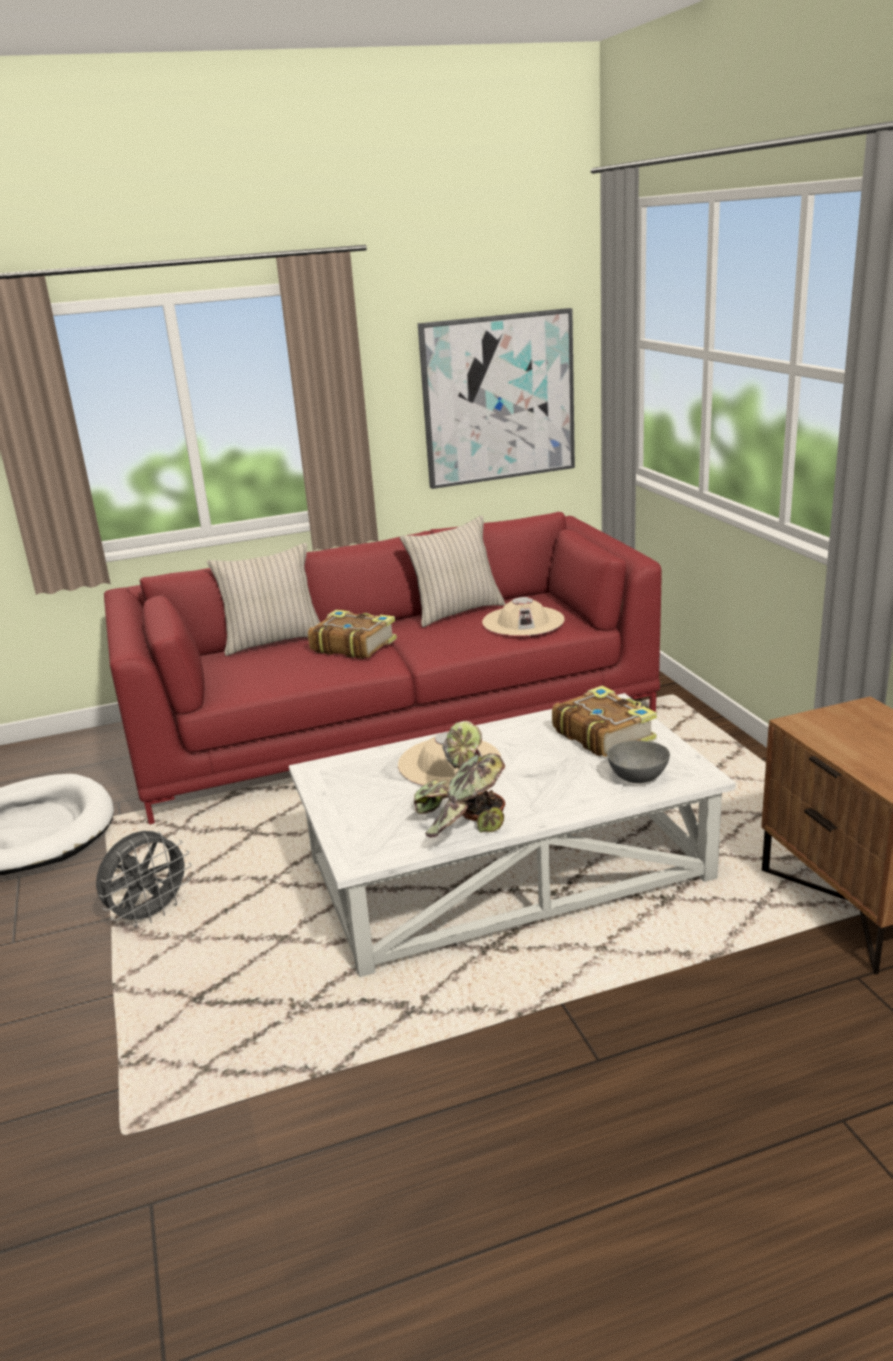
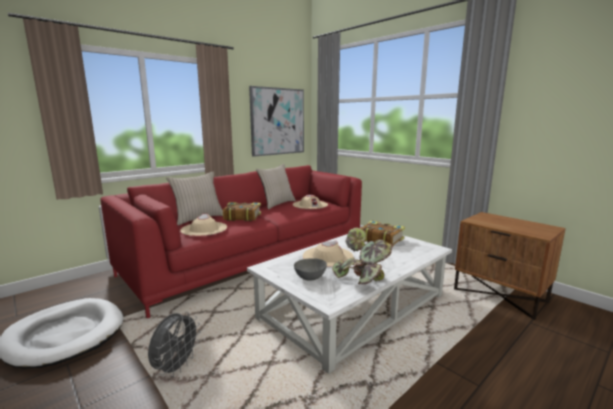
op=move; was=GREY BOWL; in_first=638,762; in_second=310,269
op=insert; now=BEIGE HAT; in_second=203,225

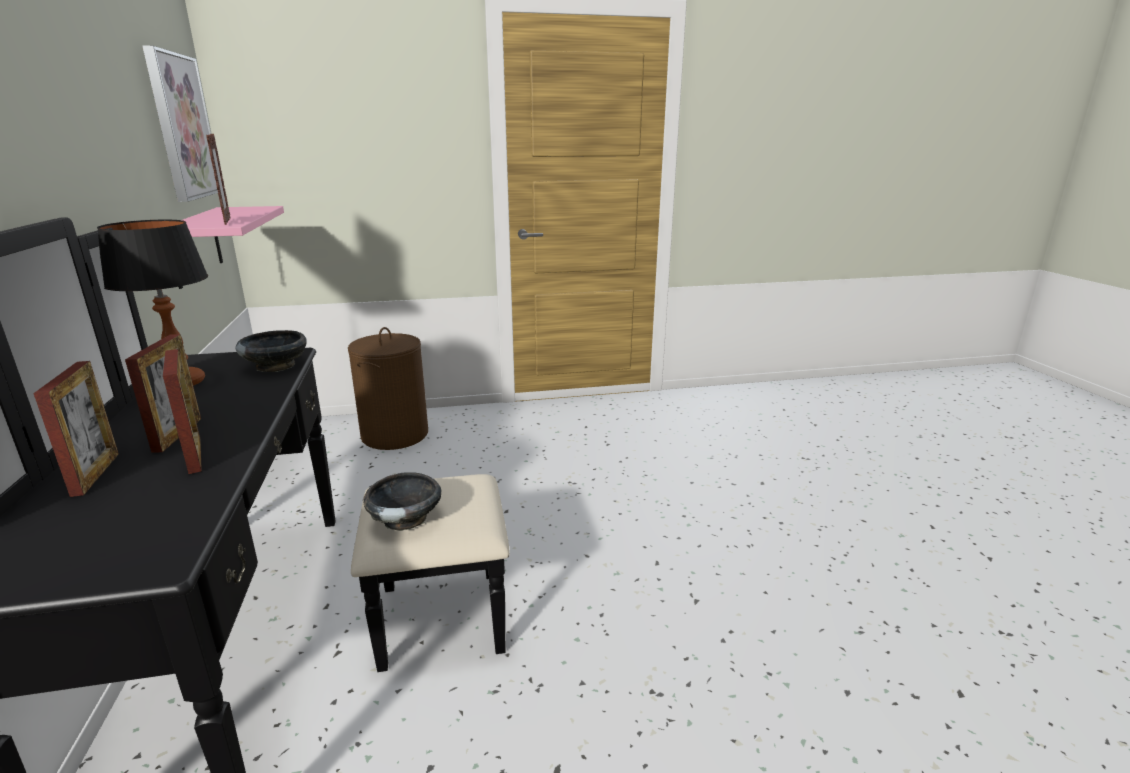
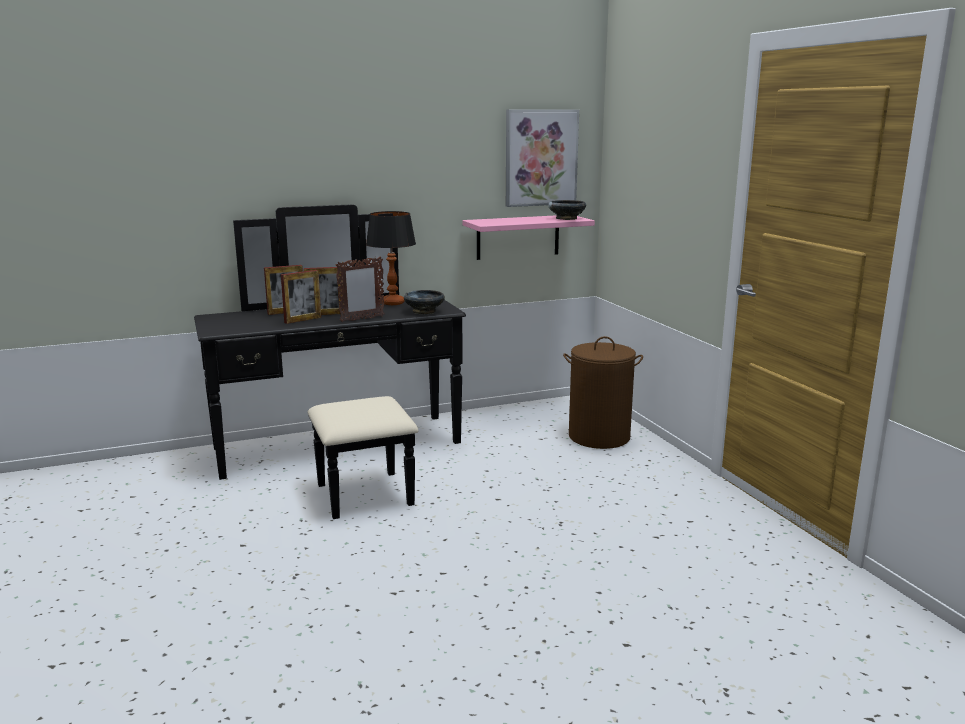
op=move; was=PICTURE FRAME; in_first=218,179; in_second=360,289
op=move; was=BLACK BOWL; in_first=402,501; in_second=567,210

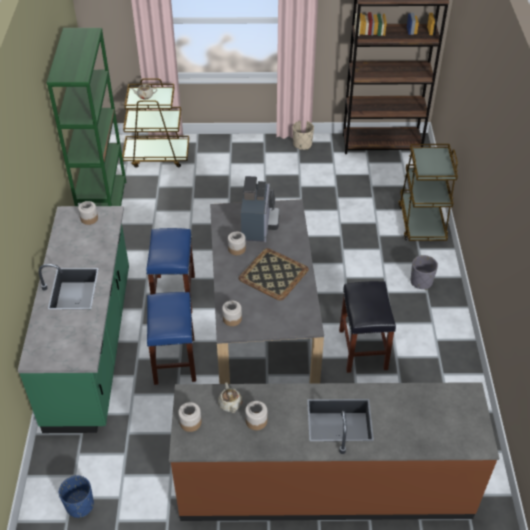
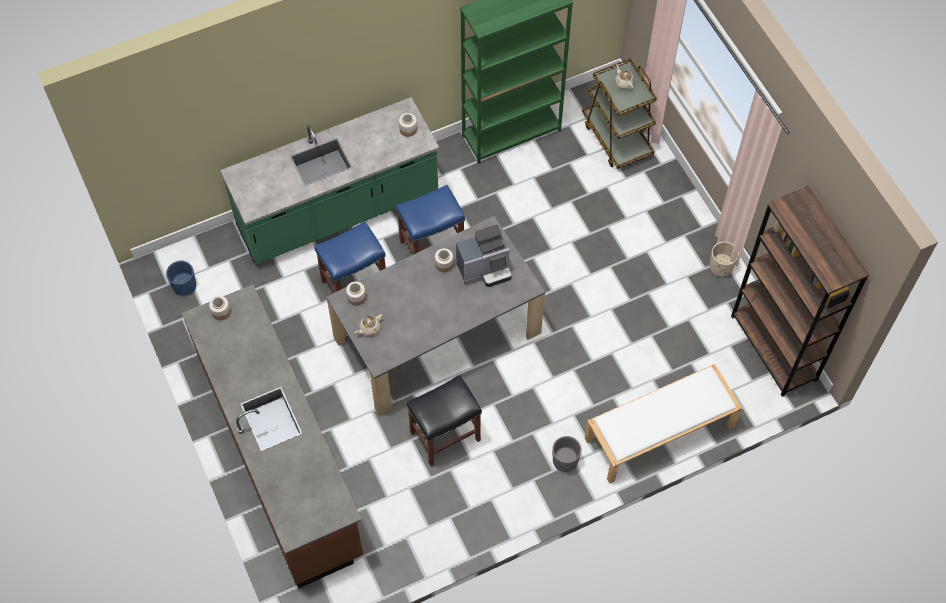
op=replace; was=BROWN CART; now=WHITE BENCH; in_first=428,192; in_second=663,424
op=delete; was=TRAY; in_first=274,274
op=move; was=BEIGE TEAPOT; in_first=230,398; in_second=368,325
op=delete; was=JAR; in_first=256,415

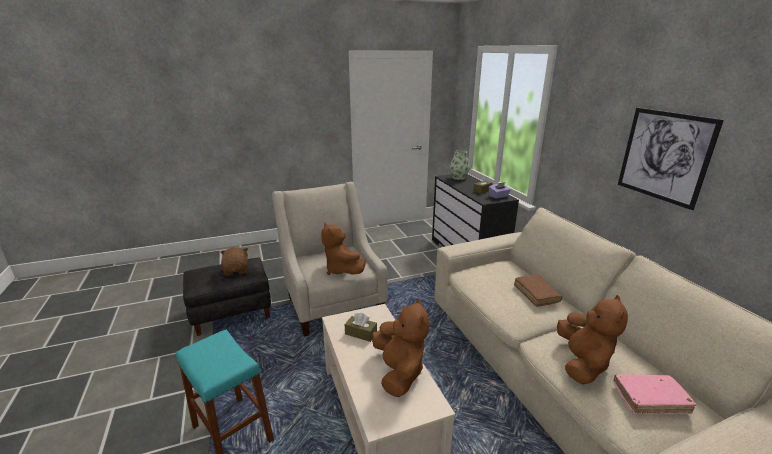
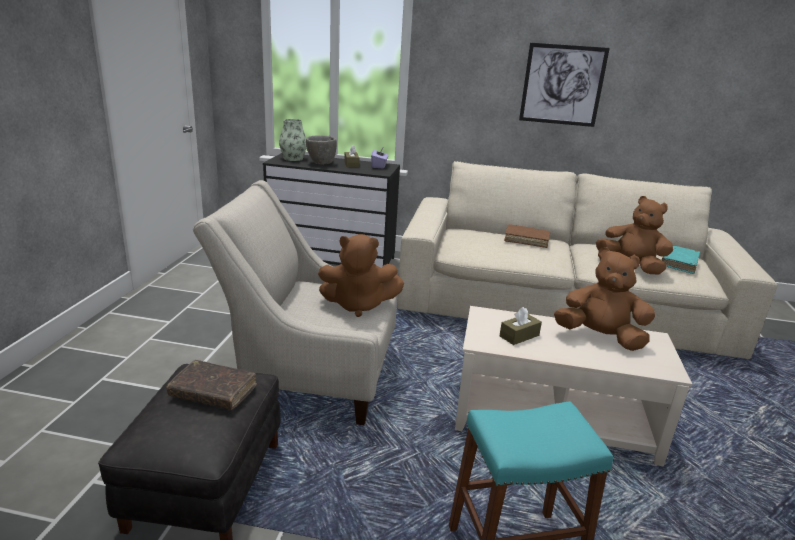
op=replace; was=BROWN PLUSH TOY; now=BROWN BOOK; in_first=234,261; in_second=211,385
op=recolor; was=PINK BOOK; now=TURQUOISE BOOK; in_first=654,394; in_second=681,260
op=insert; now=GREY BOWL; in_second=321,150

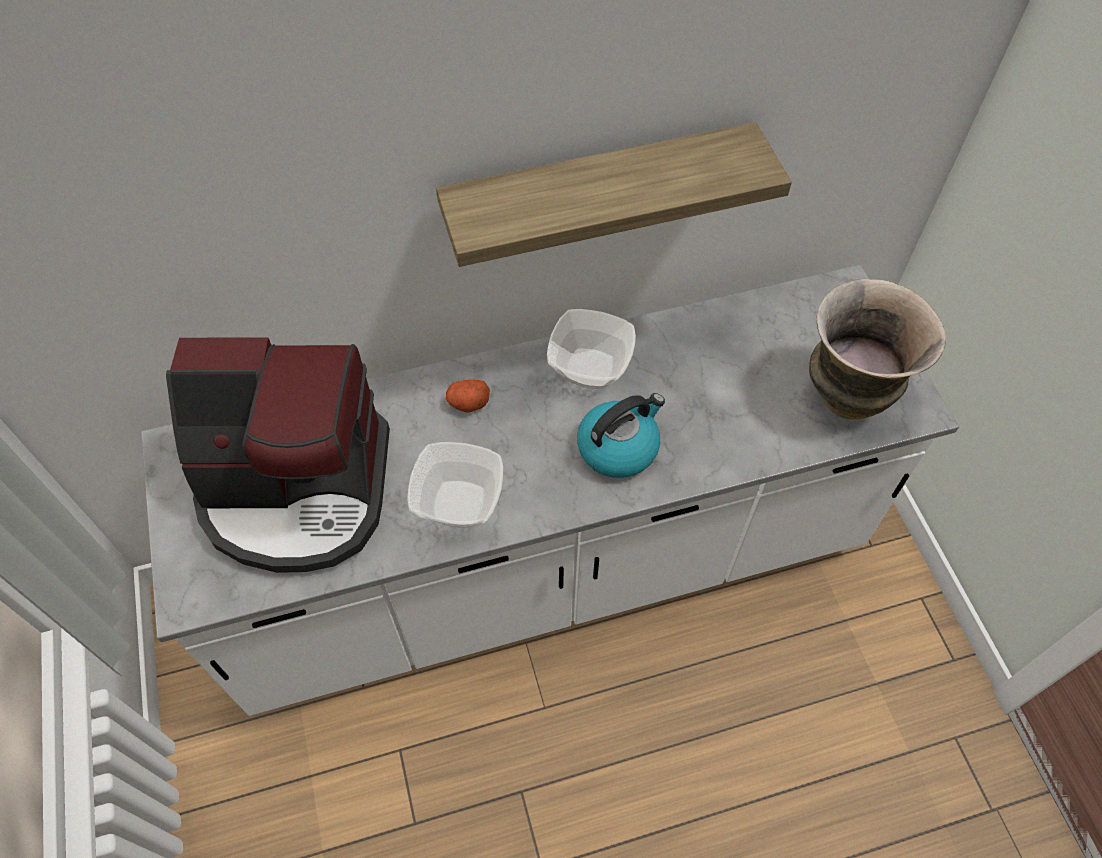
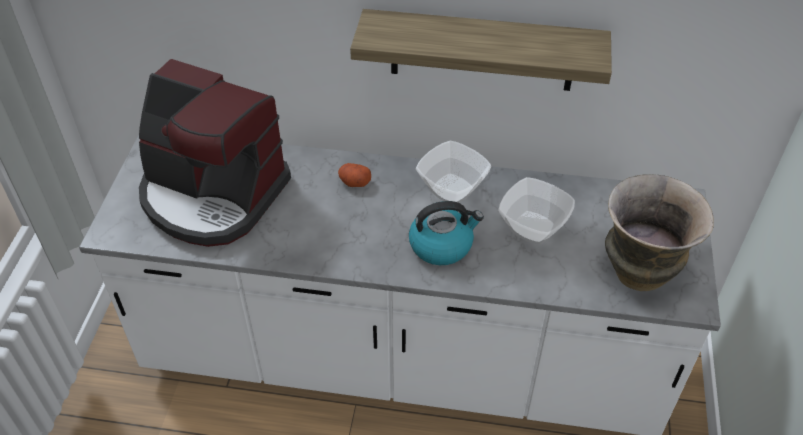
op=move; was=BOWL; in_first=455,485; in_second=536,210

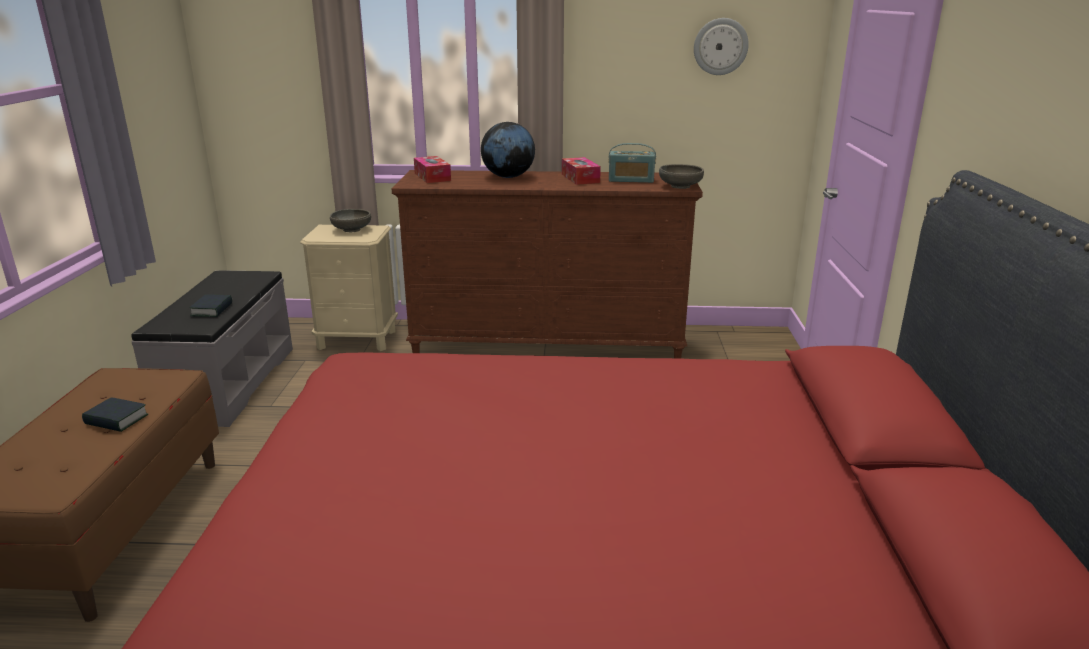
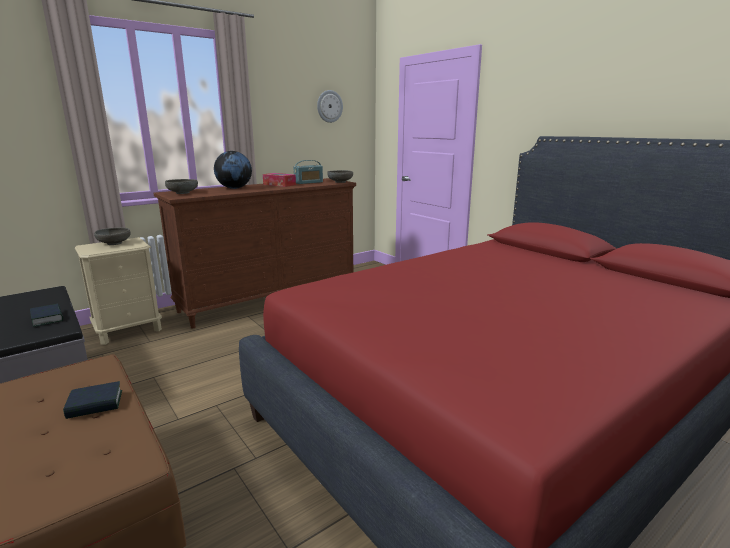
op=replace; was=TISSUE BOX; now=GREY BOWL; in_first=432,169; in_second=181,186

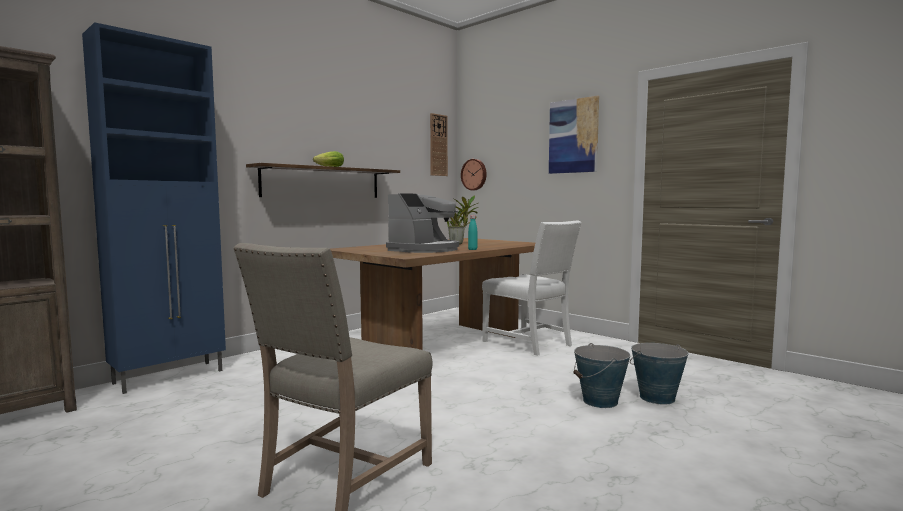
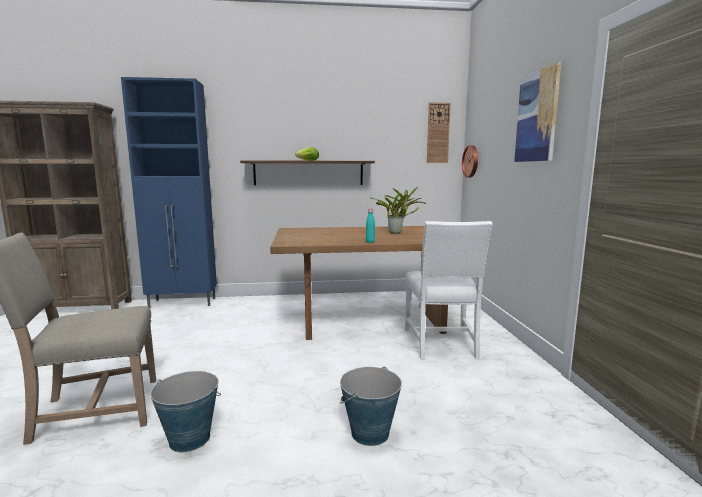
op=delete; was=COFFEE MACHINE; in_first=422,223
op=move; was=BUCKET; in_first=659,374; in_second=185,411

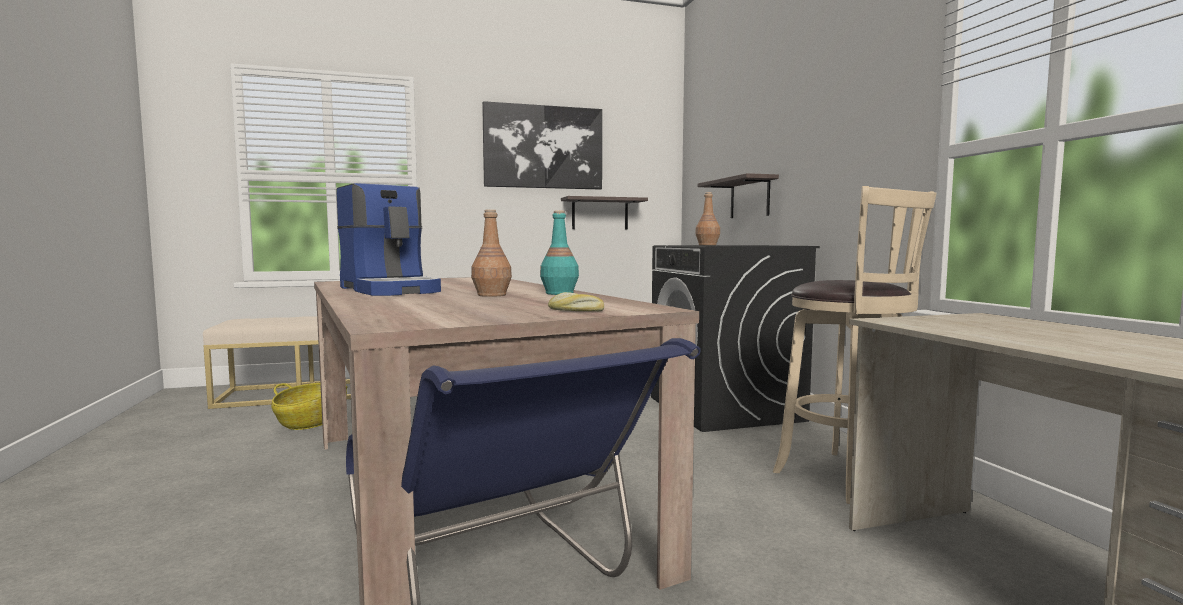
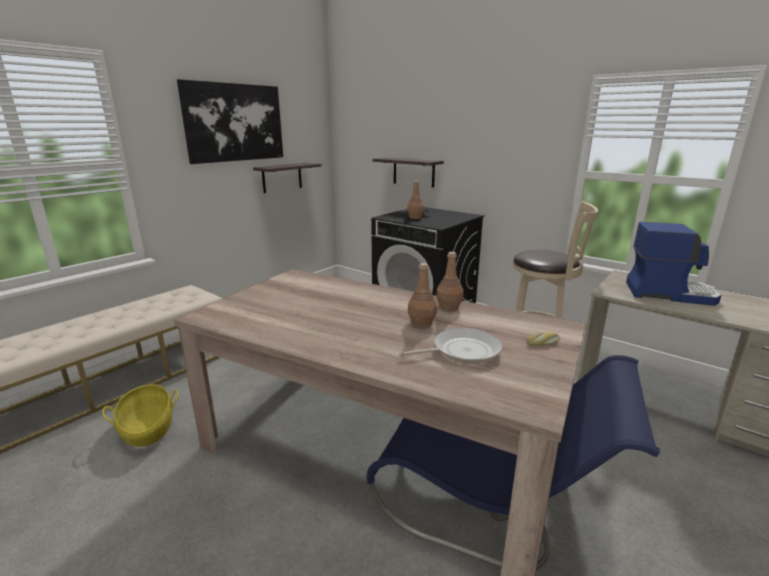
op=move; was=COFFEE MACHINE; in_first=388,239; in_second=674,264
op=recolor; was=TURQUOISE BOTTLE; now=BROWN BOTTLE; in_first=559,252; in_second=450,281
op=insert; now=FRYING PAN; in_second=450,346

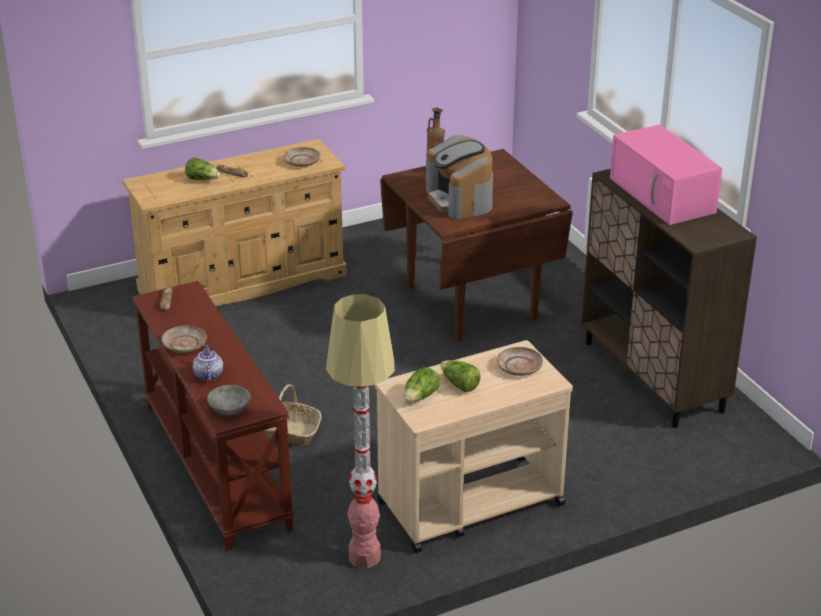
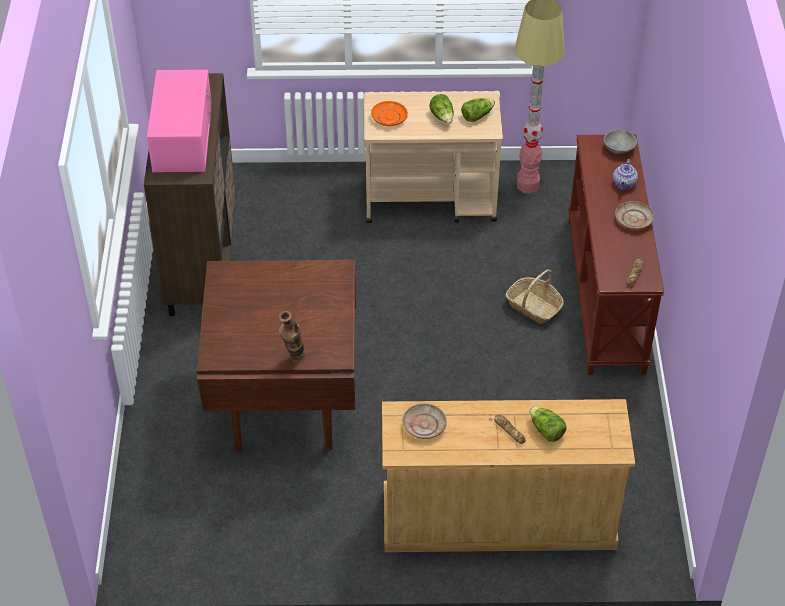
op=delete; was=COFFEE MACHINE; in_first=459,177
op=recolor; was=BEIGE PLATE; now=ORANGE PLATE; in_first=520,361; in_second=389,113

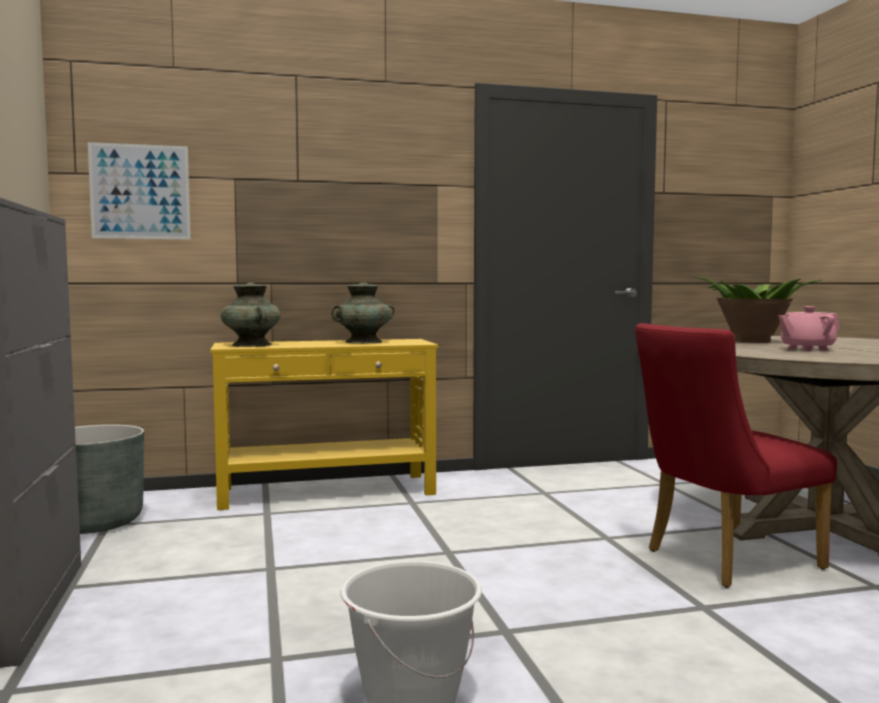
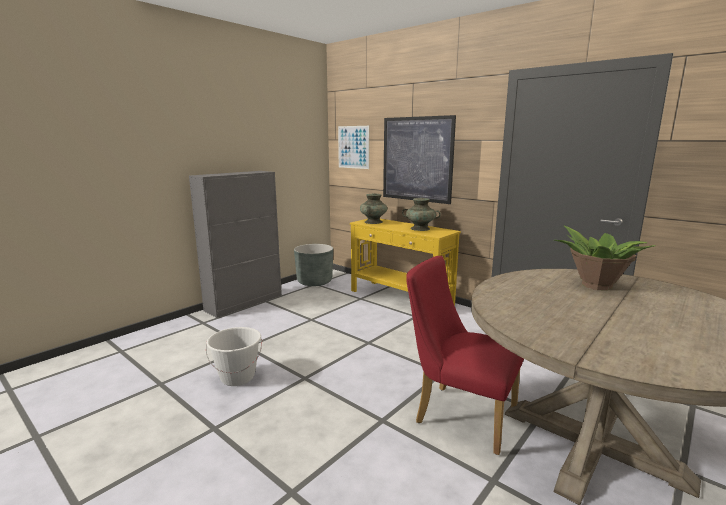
op=delete; was=PINK TEAPOT; in_first=809,328
op=insert; now=PICTURE; in_second=419,159

